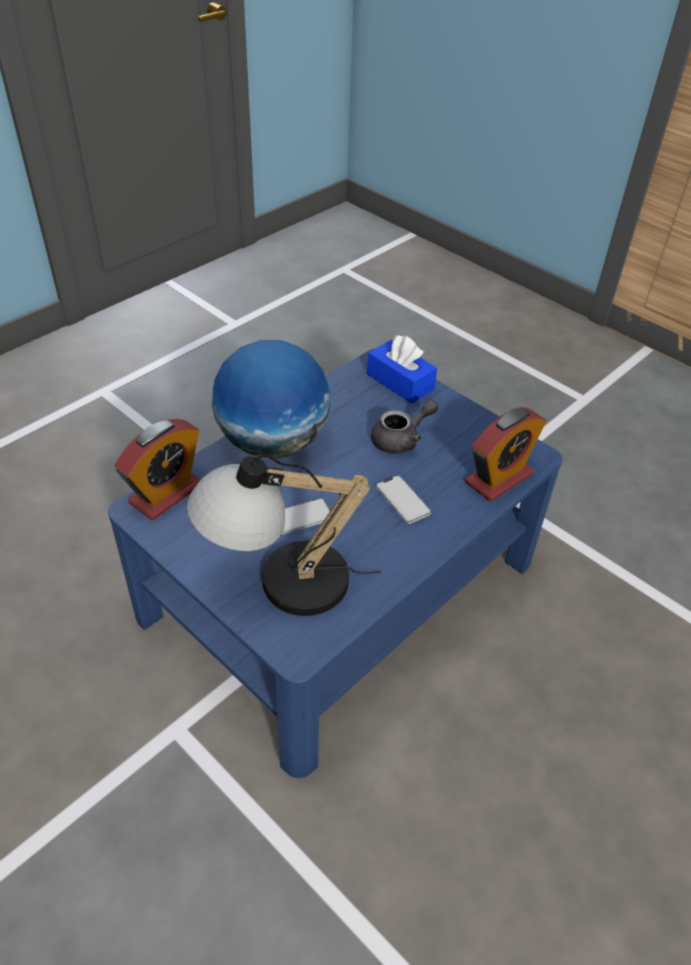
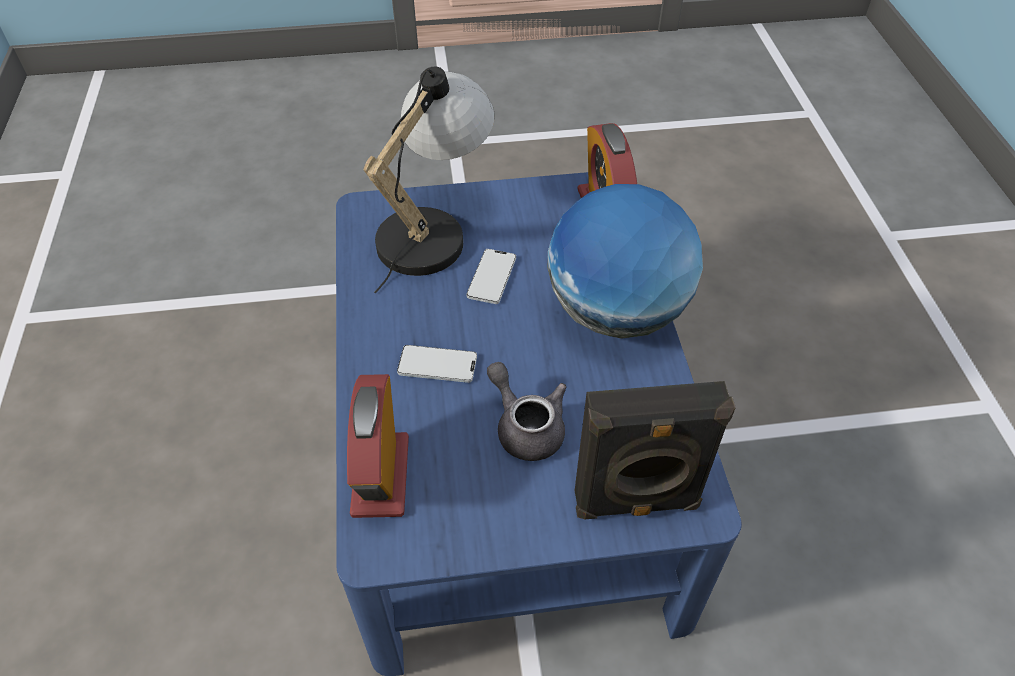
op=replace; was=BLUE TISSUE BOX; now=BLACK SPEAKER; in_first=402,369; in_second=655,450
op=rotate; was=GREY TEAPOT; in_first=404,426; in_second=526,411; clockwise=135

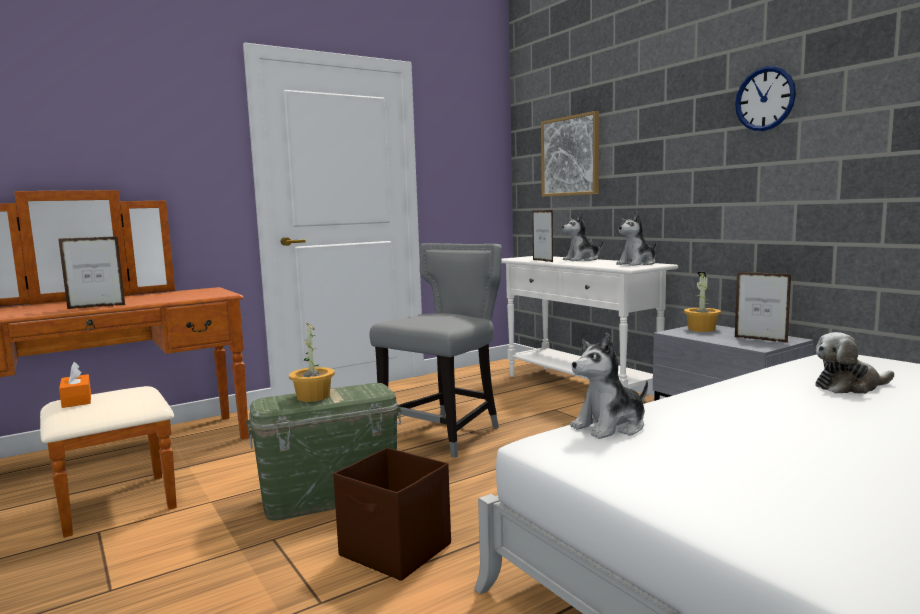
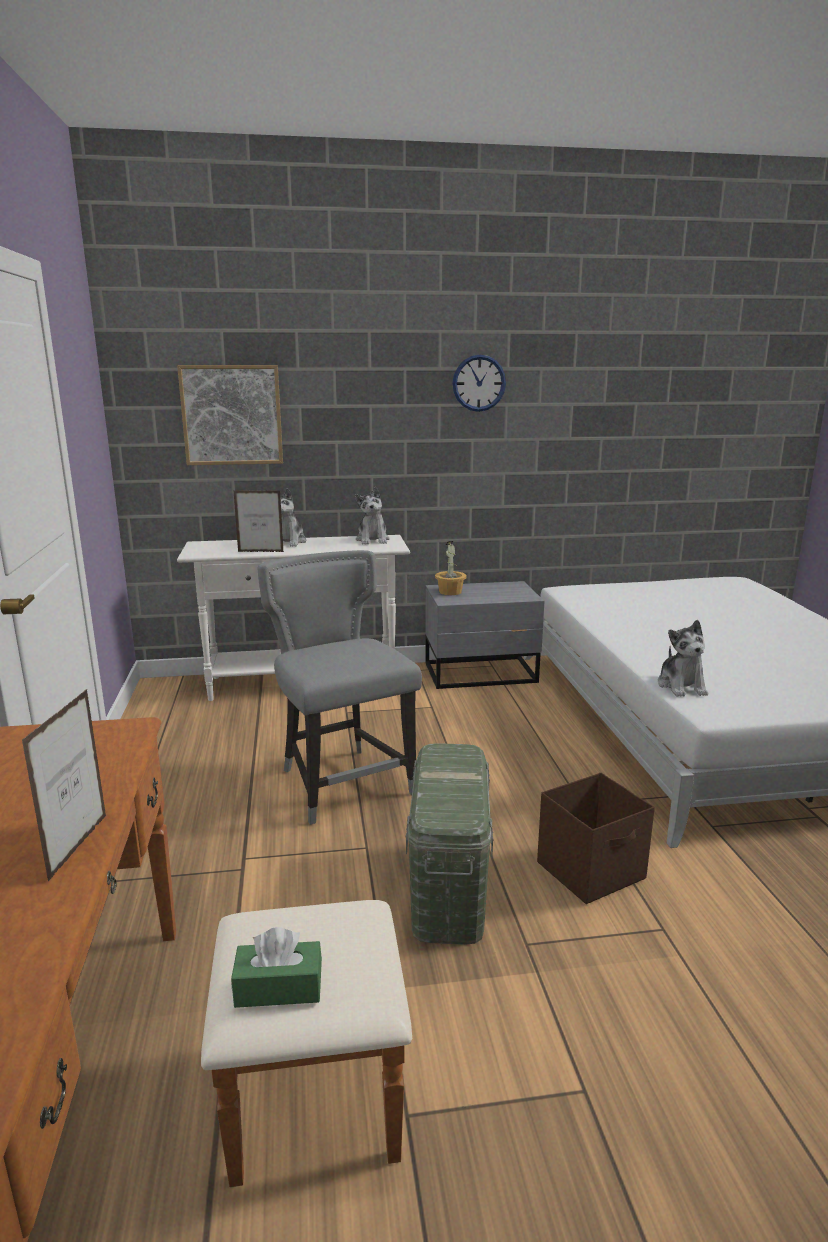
op=delete; was=PICTURE FRAME; in_first=763,307
op=delete; was=POTTED PLANT; in_first=312,362
op=delete; was=PLUSH TOY; in_first=855,363
op=recolor; was=ORANGE TISSUE BOX; now=GREEN TISSUE BOX; in_first=75,385; in_second=276,967

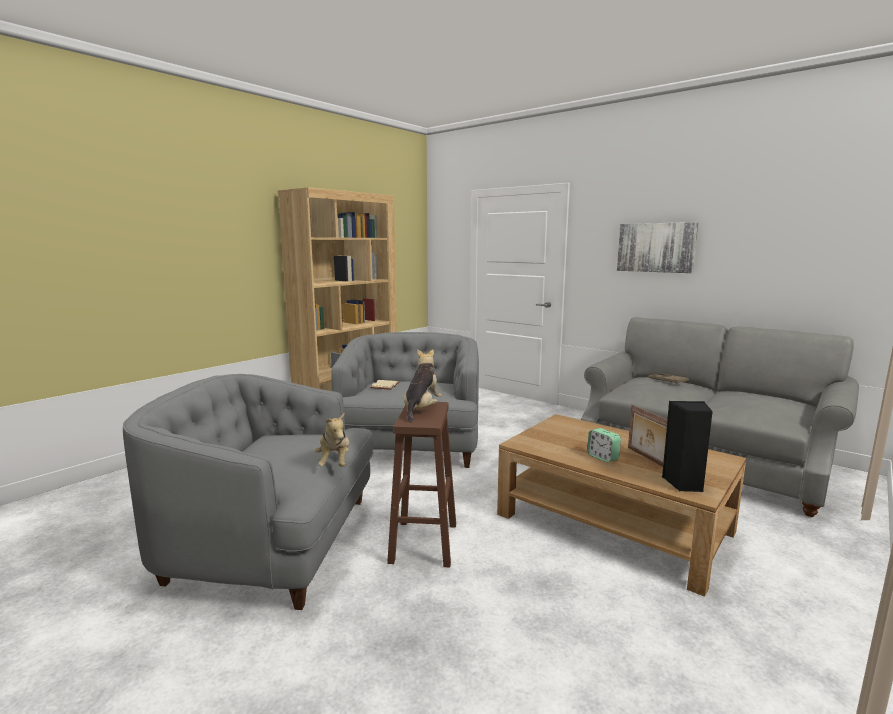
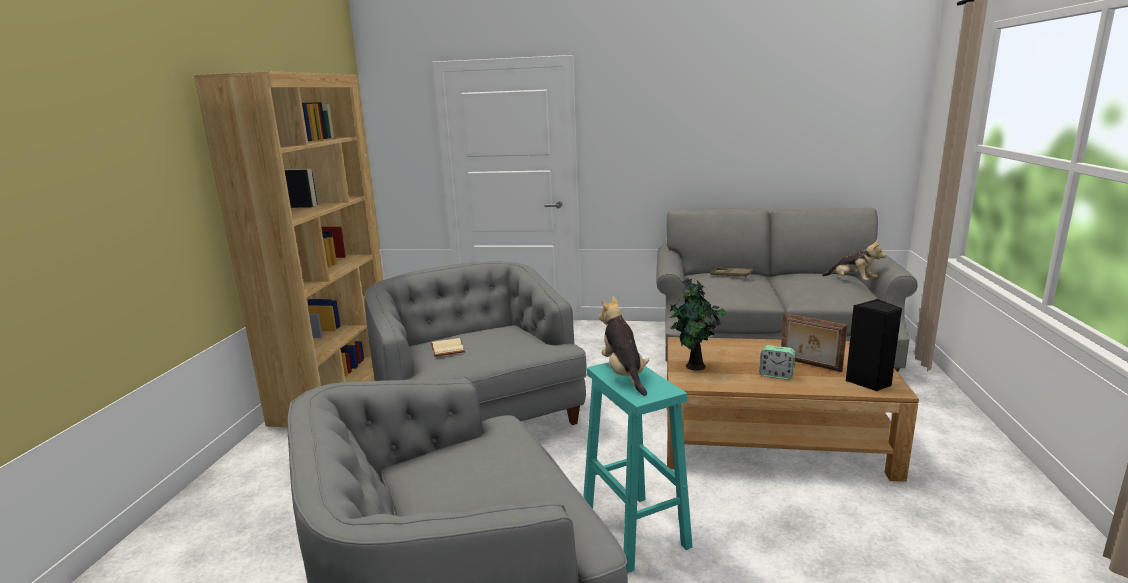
op=delete; was=PICTURE; in_first=657,247
op=recolor; was=BROWN STOOL; now=TURQUOISE STOOL; in_first=421,484; in_second=638,467
op=move; was=PLUSH TOY; in_first=332,440; in_second=854,260
op=insert; now=POTTED PLANT; in_second=697,324

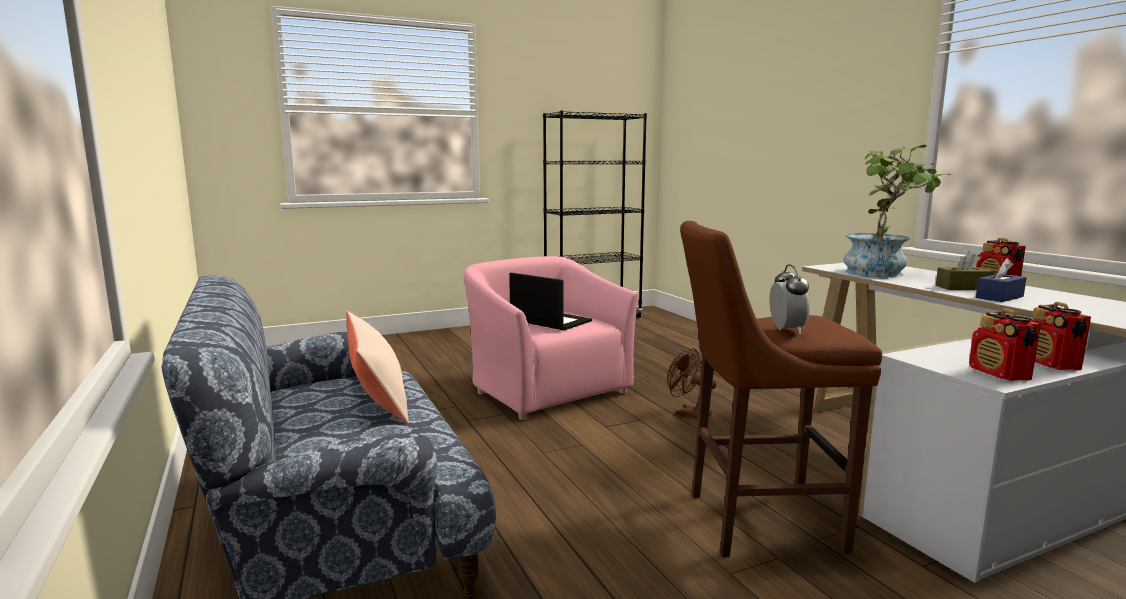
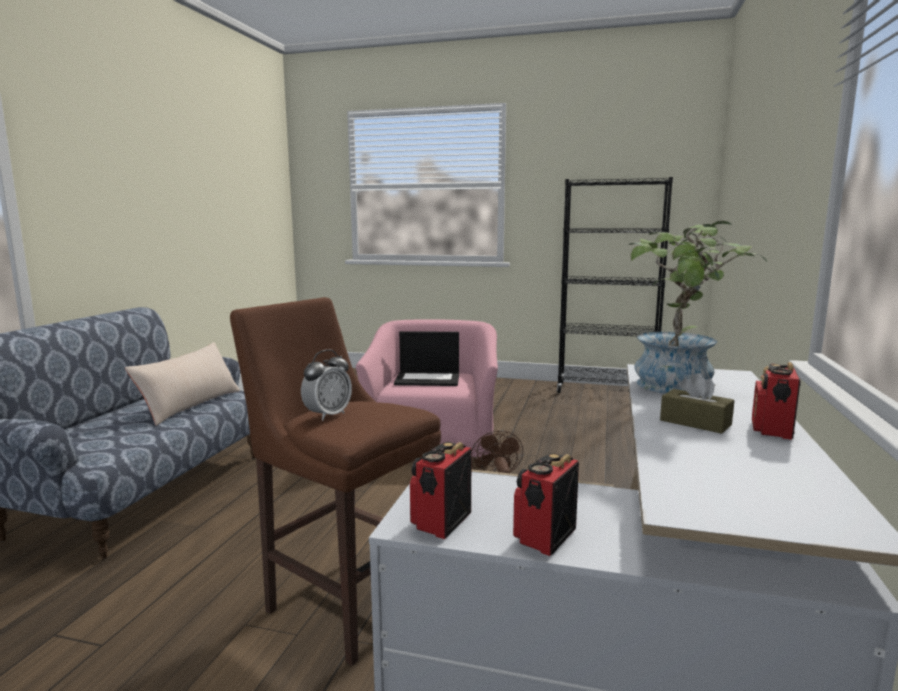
op=delete; was=BLUE TISSUE BOX; in_first=1001,280
op=rotate; was=LAPTOP; in_first=550,301; in_second=426,358; clockwise=105

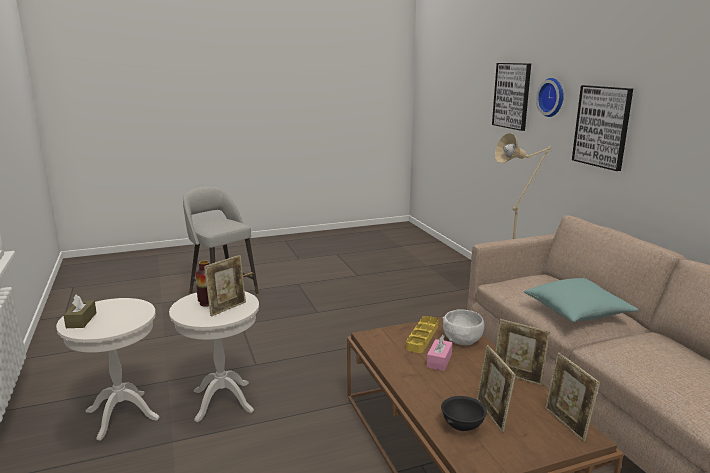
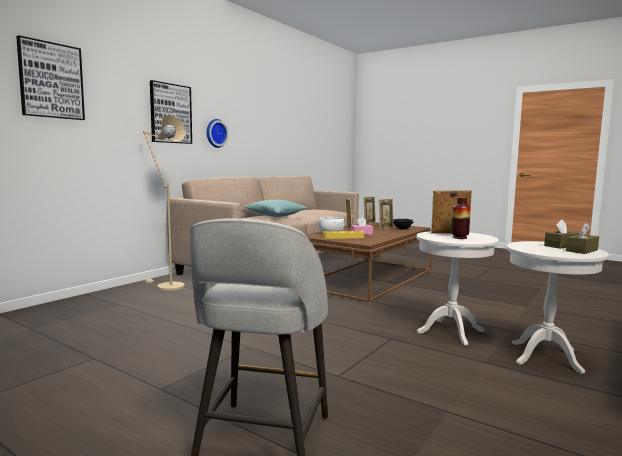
op=move; was=WALL CLOCK; in_first=550,97; in_second=218,133
op=insert; now=BROWN TISSUE BOX; in_second=561,234

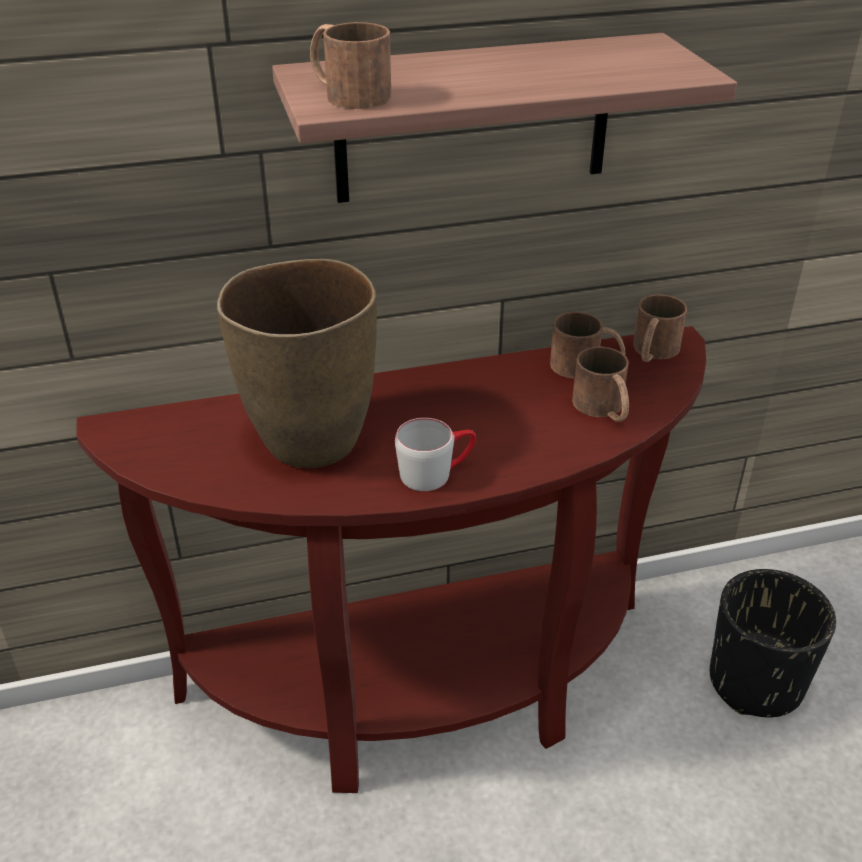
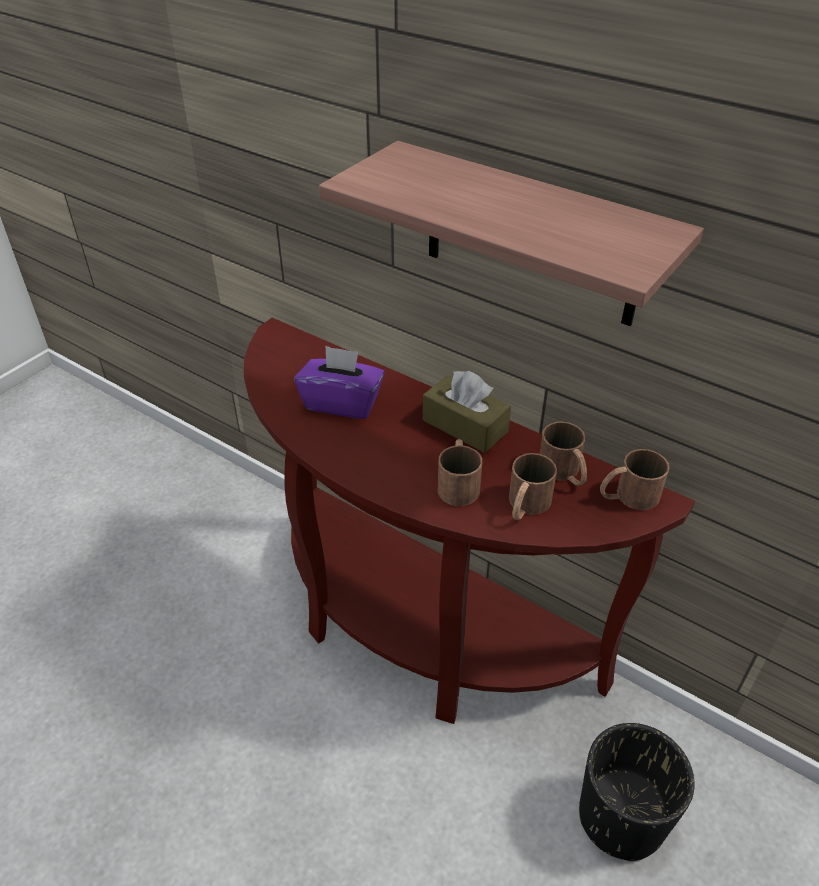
op=move; was=BROWN MUG; in_first=350,65; in_second=460,472
op=replace; was=BROWN VASE; now=PURPLE TISSUE BOX; in_first=297,363; in_second=339,382
op=delete; was=GREY MUG; in_first=435,454
op=insert; now=BROWN TISSUE BOX; in_second=467,412

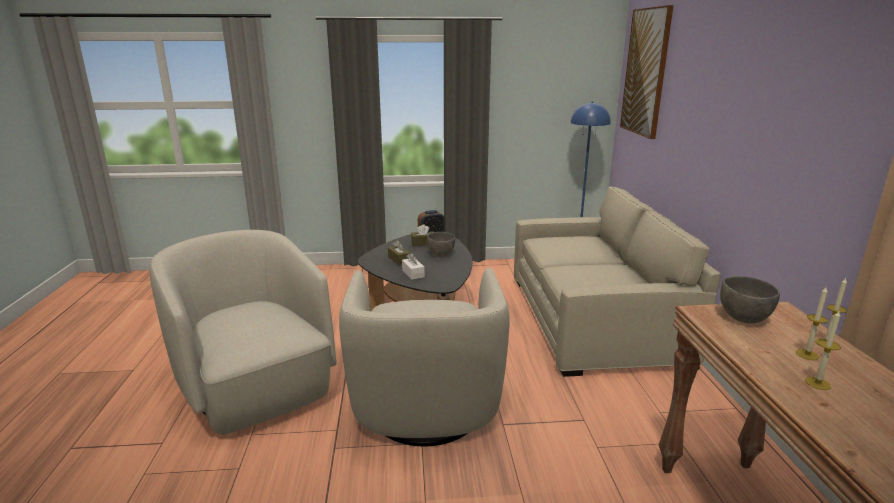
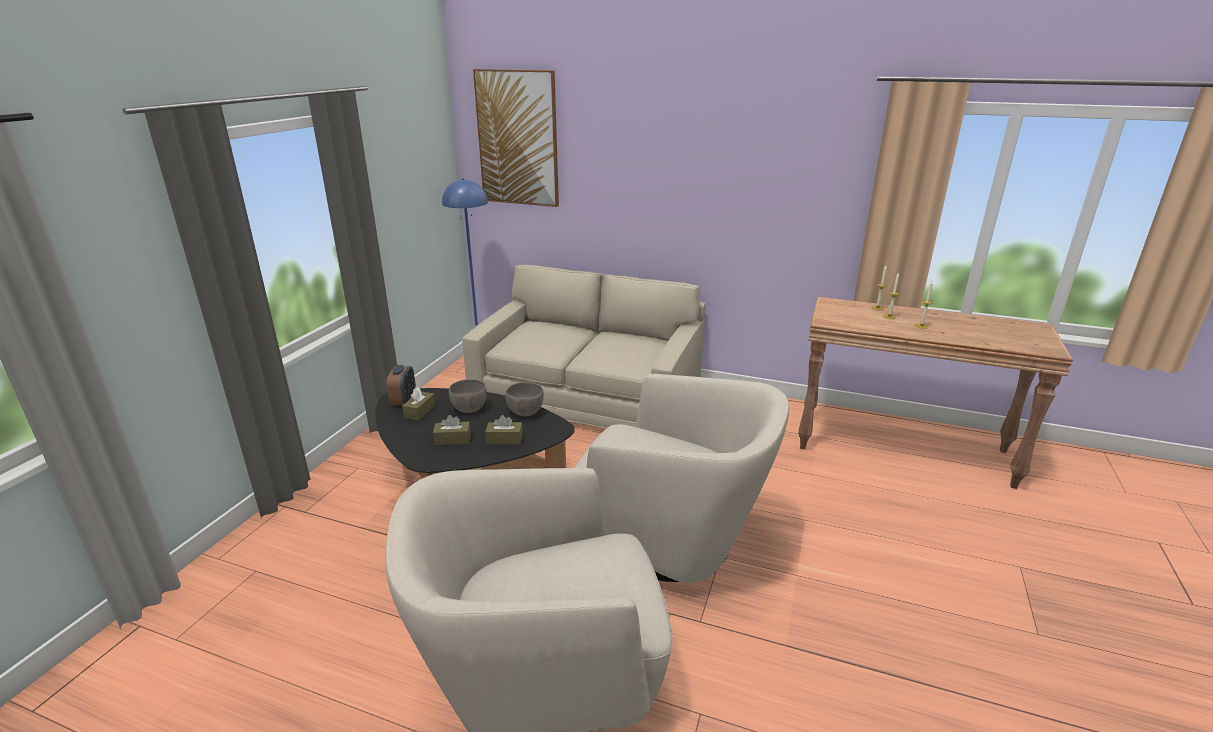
op=recolor; was=WHITE TISSUE BOX; now=BROWN TISSUE BOX; in_first=413,266; in_second=504,430
op=move; was=GREY BOWL; in_first=750,299; in_second=524,399

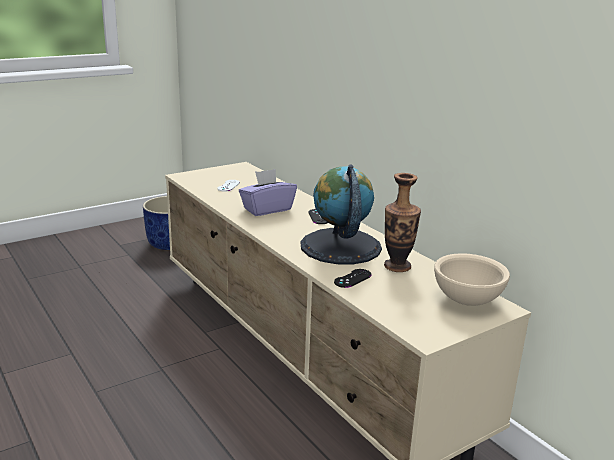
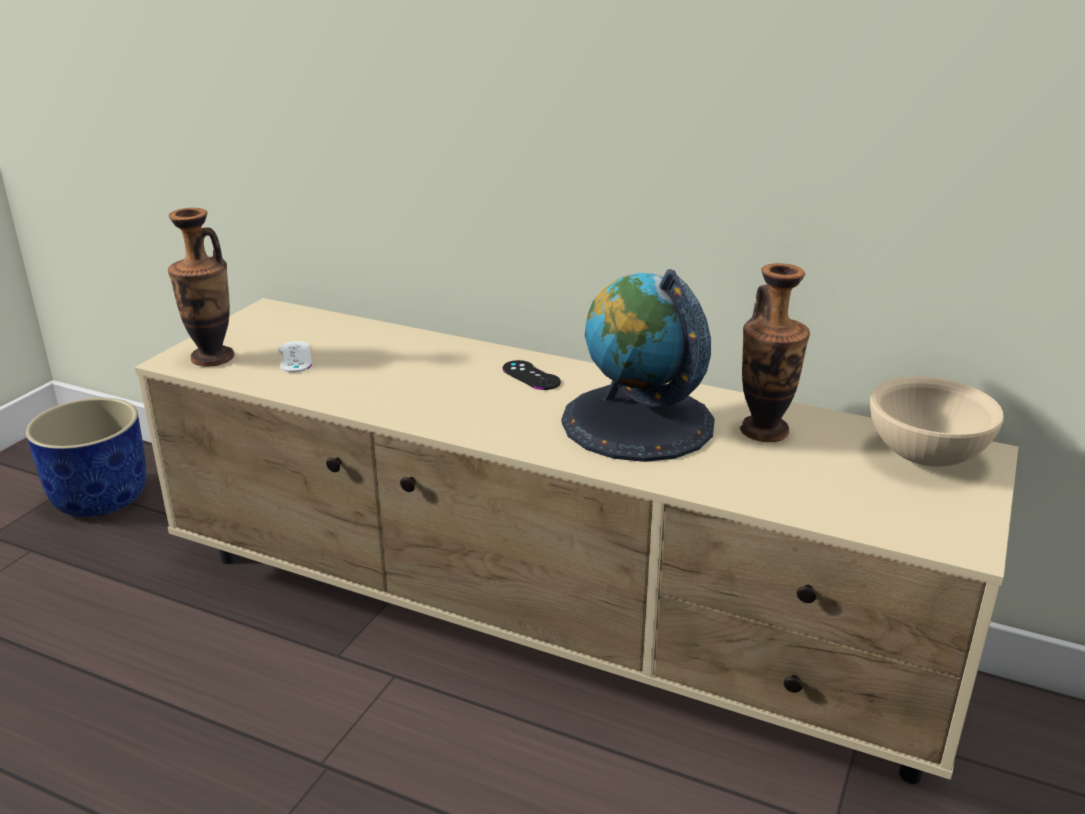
op=delete; was=PURPLE TISSUE BOX; in_first=268,192
op=delete; was=BLACK GAME CONTROLLER; in_first=352,278
op=insert; now=VASE; in_second=201,287

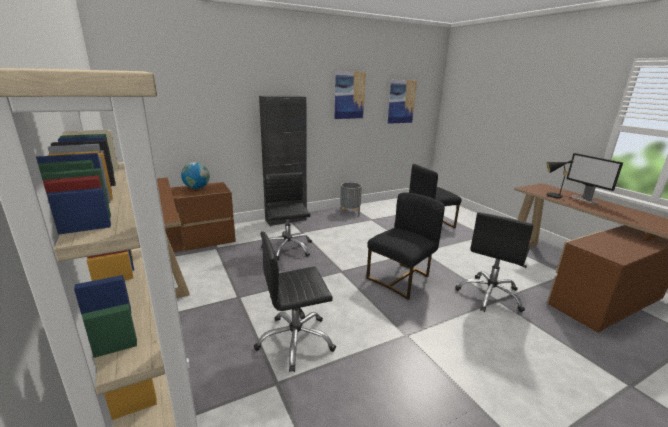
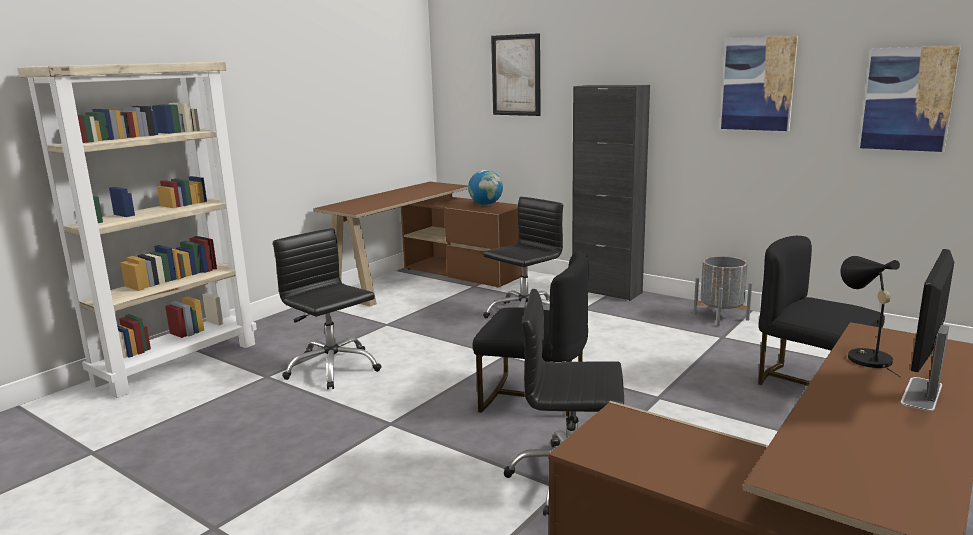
op=insert; now=PICTURE; in_second=516,74

